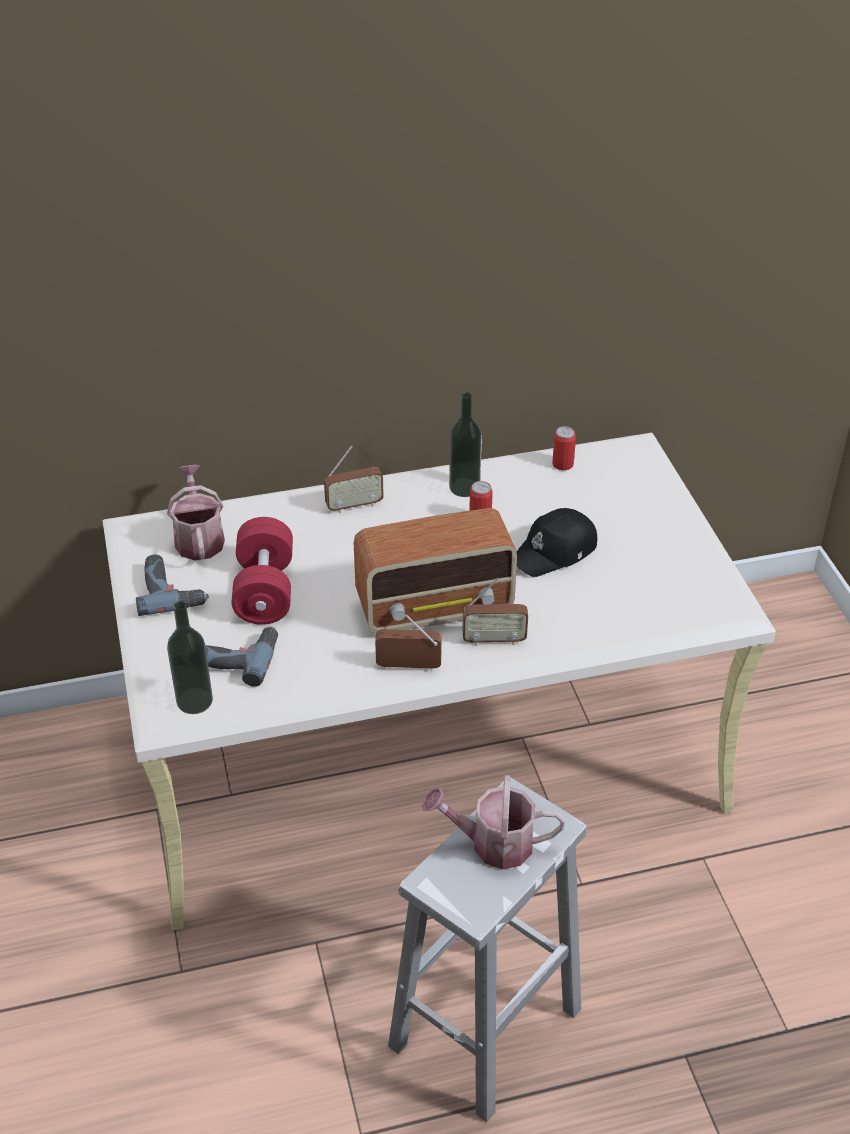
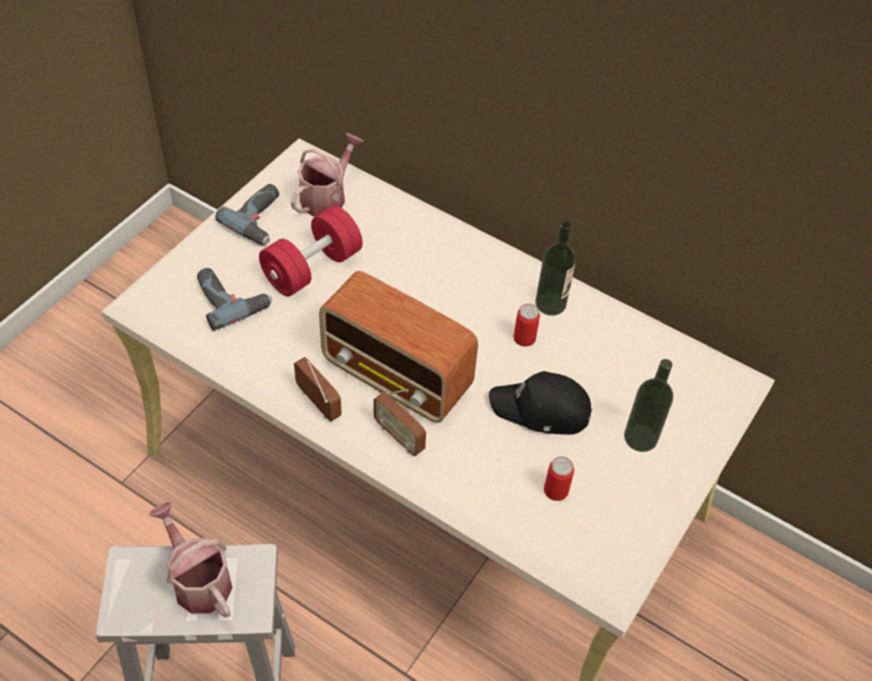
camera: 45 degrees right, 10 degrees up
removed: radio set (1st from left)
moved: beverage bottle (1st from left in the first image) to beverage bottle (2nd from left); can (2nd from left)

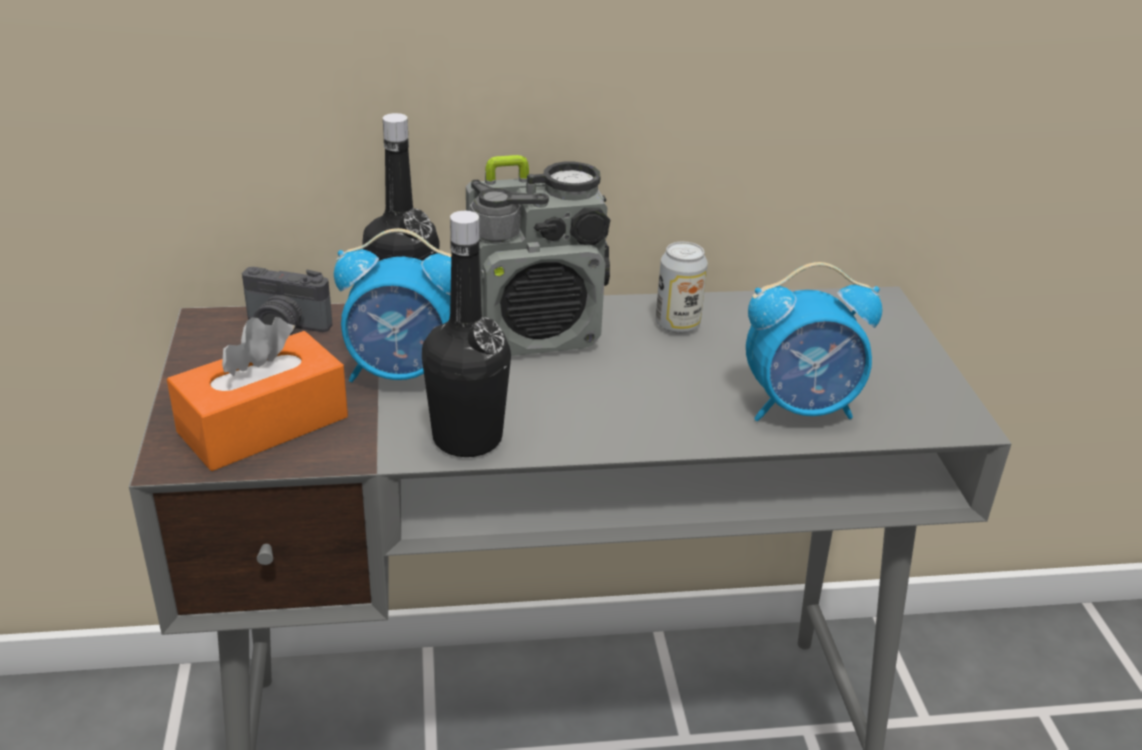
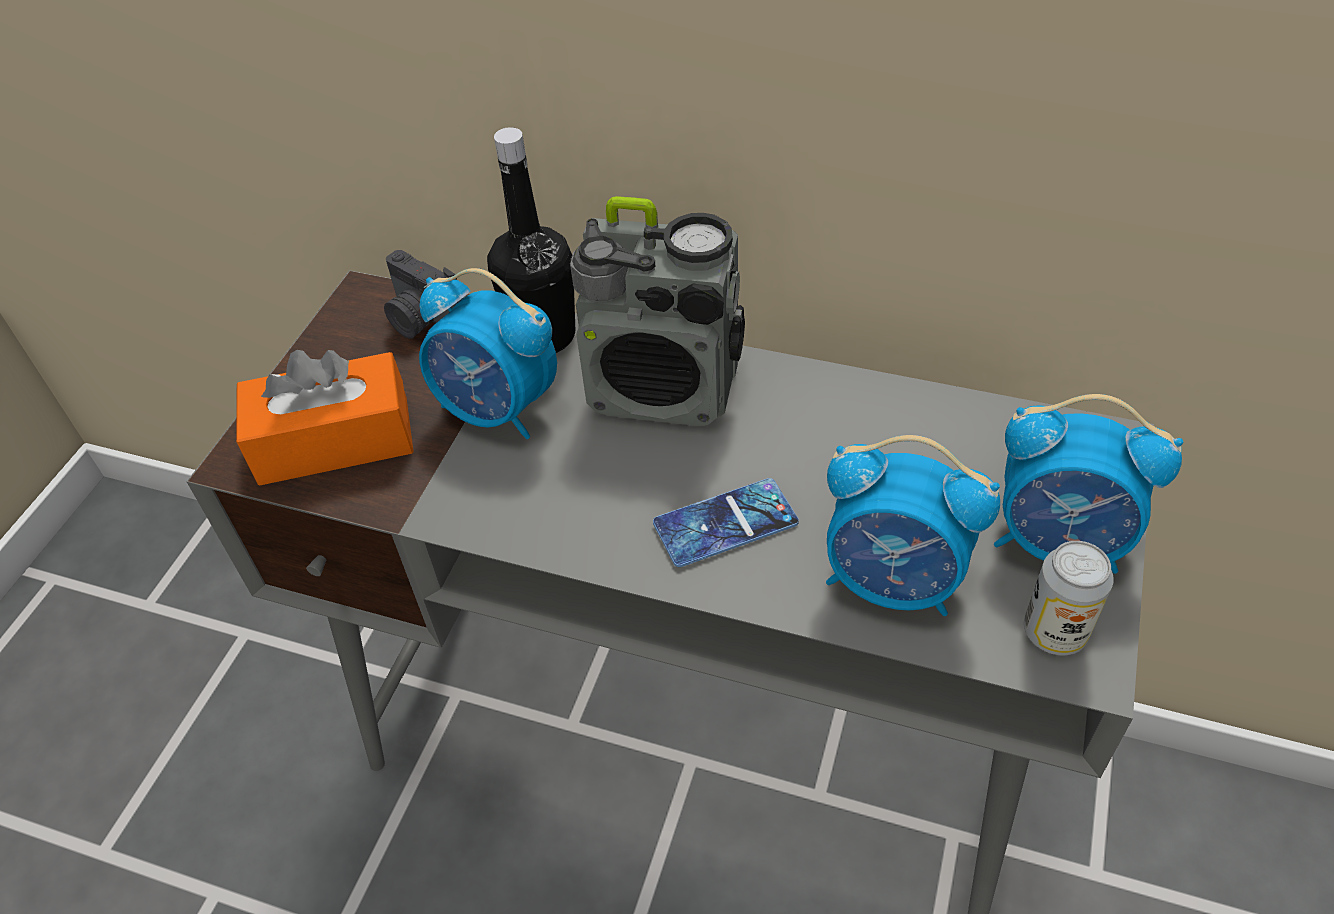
camera: 30 degrees right, 15 degrees up
removed: blackish beverage bottle (2nd from left)
added: phone; alarm clock (3rd from left)
moved: can

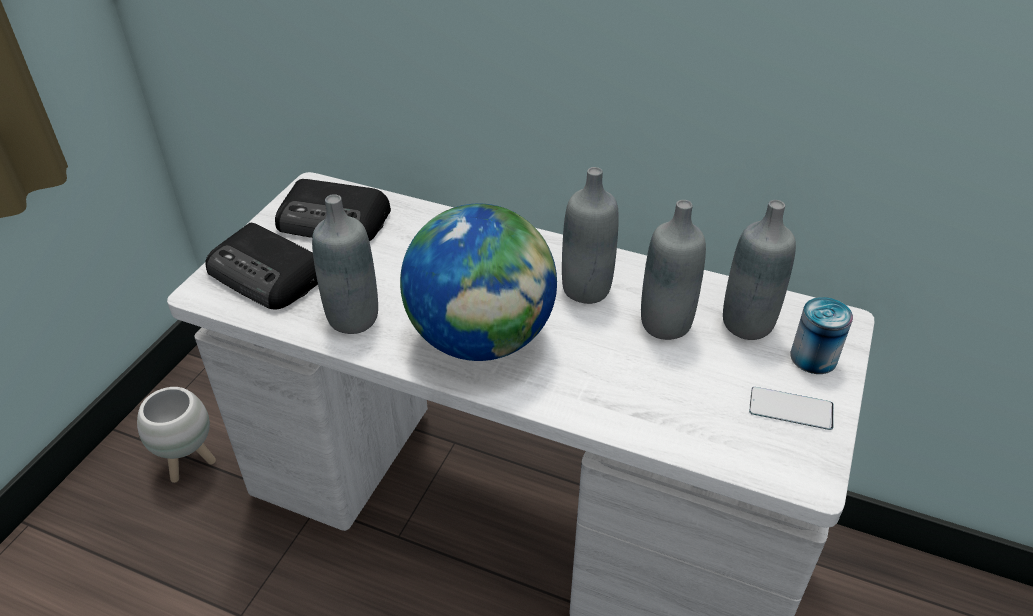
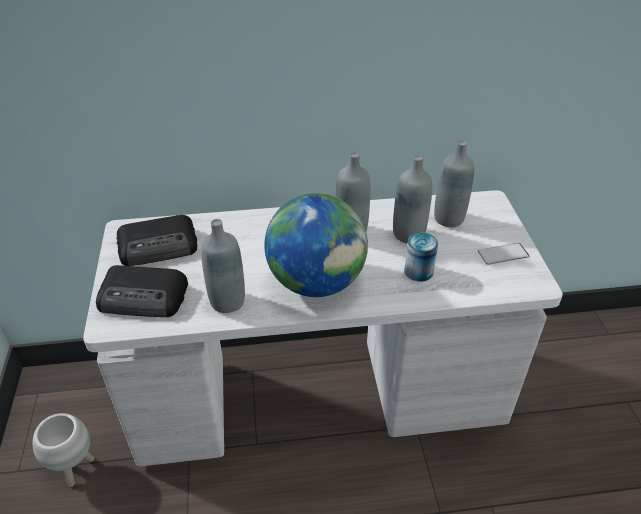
camera: 30 degrees left, 0 degrees up
moved: can

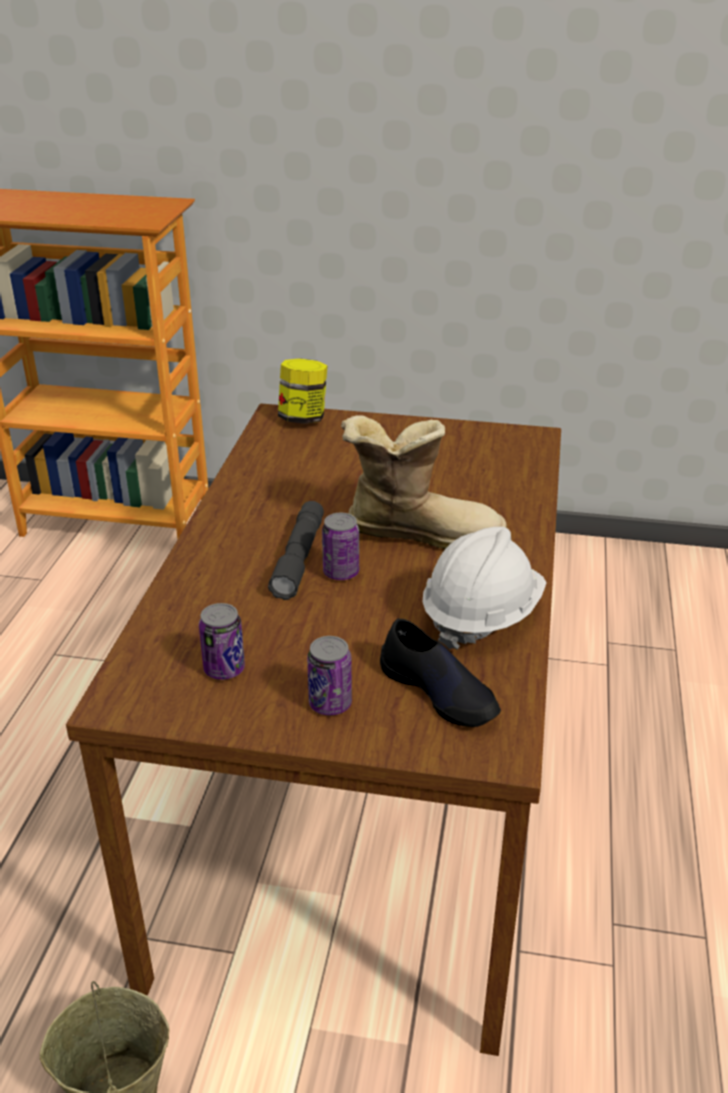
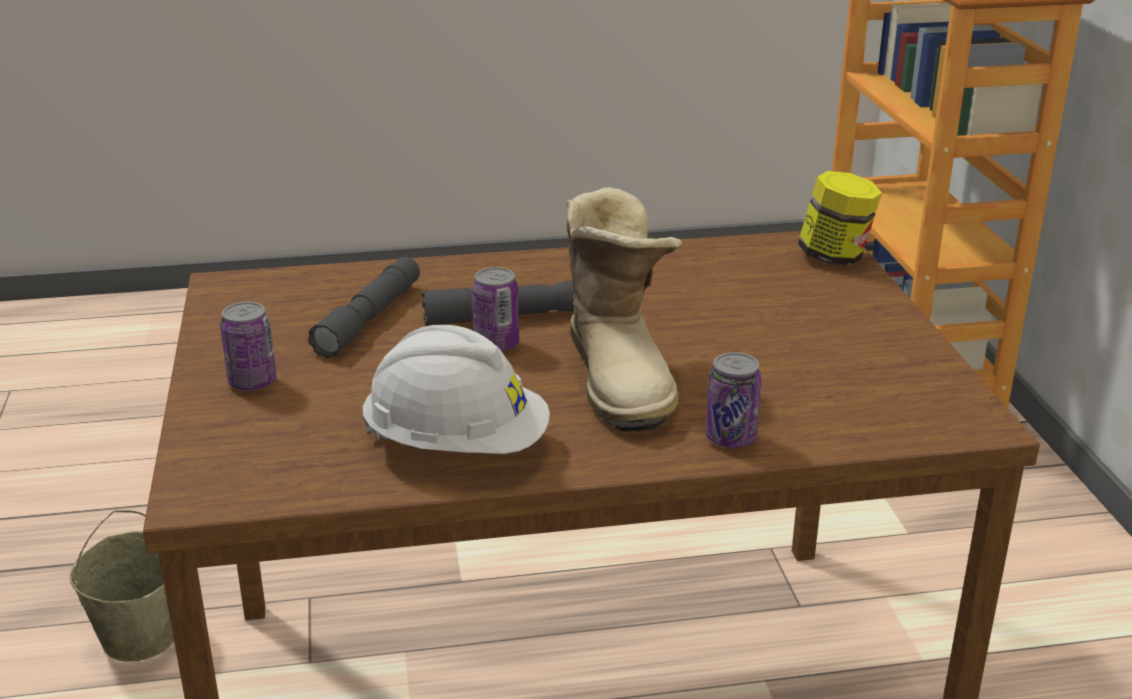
camera: 70 degrees right, 5 degrees down
removed: blackish item of footwear
added: greyish hand torch (1st from left)
moved: can (1st from left in the first image) to can (3rd from left)

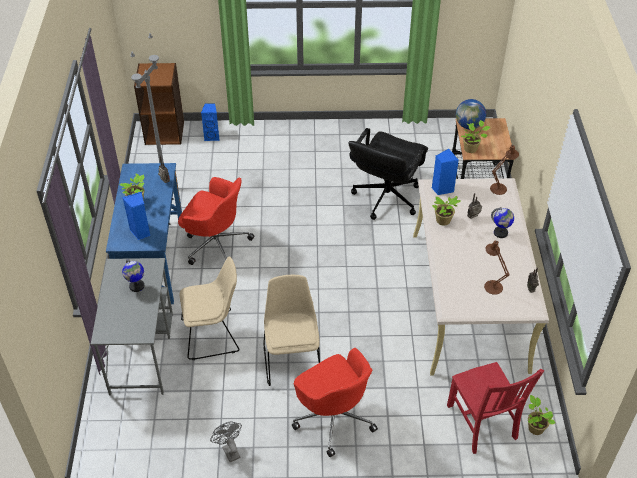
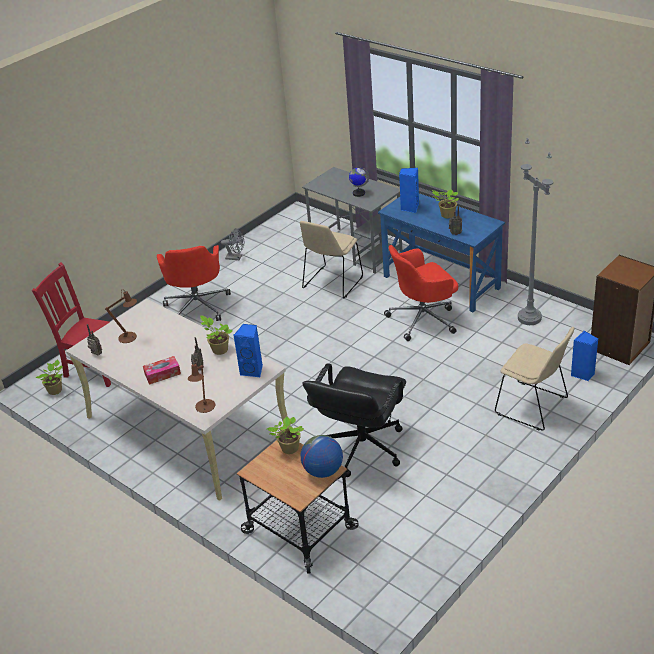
camera: 135 degrees right, 10 degrees down
moved: sand-coloured upright chair (2nd from left)
replaced: desk globe (3rd from left) to tissue box
turned: red computer chair (2nd from left in the first image) 105 degrees counterclockwise; blackish computer chair 135 degrees counterclockwise

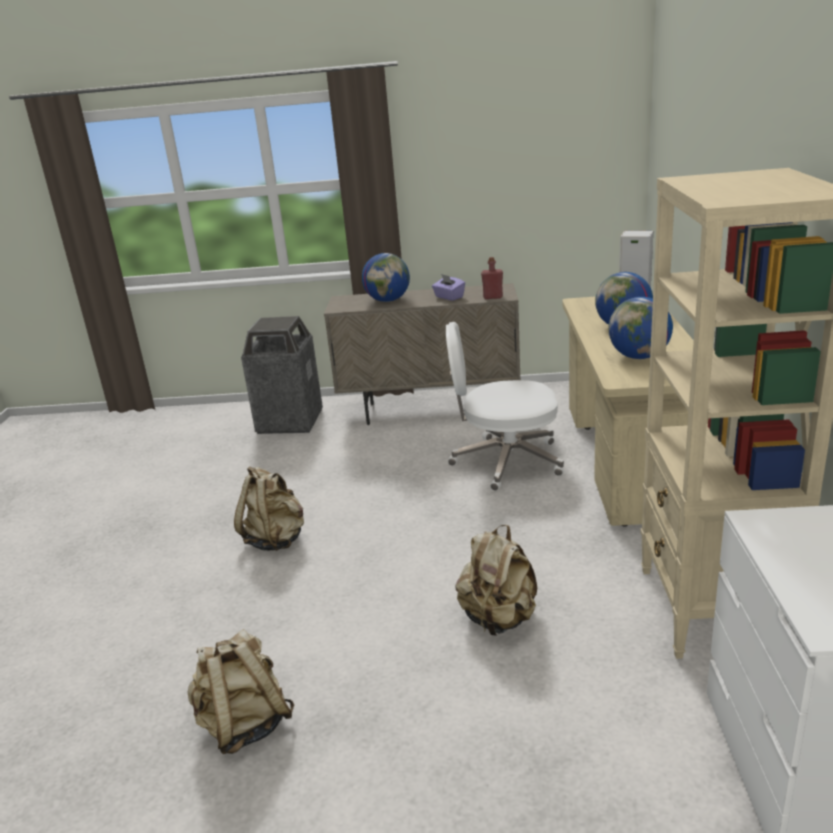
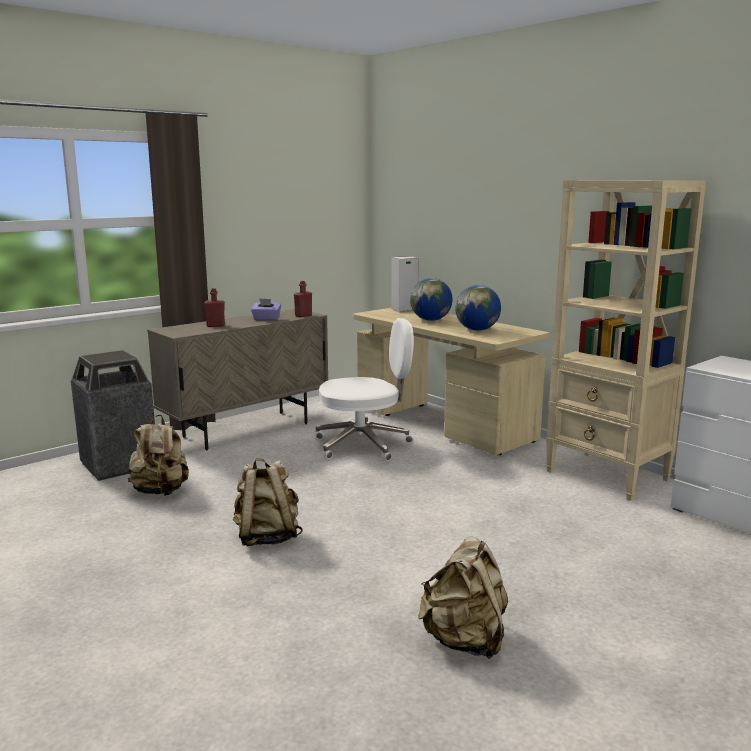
camera: 45 degrees left, 10 degrees down
moved: sand-coloured rucksack (3rd from left in the first image) to sand-coloured rucksack (1st from left)
replaced: desk globe (1st from left) to red beverage bottle (1st from left)
turned: whitish computer chair 150 degrees counterclockwise

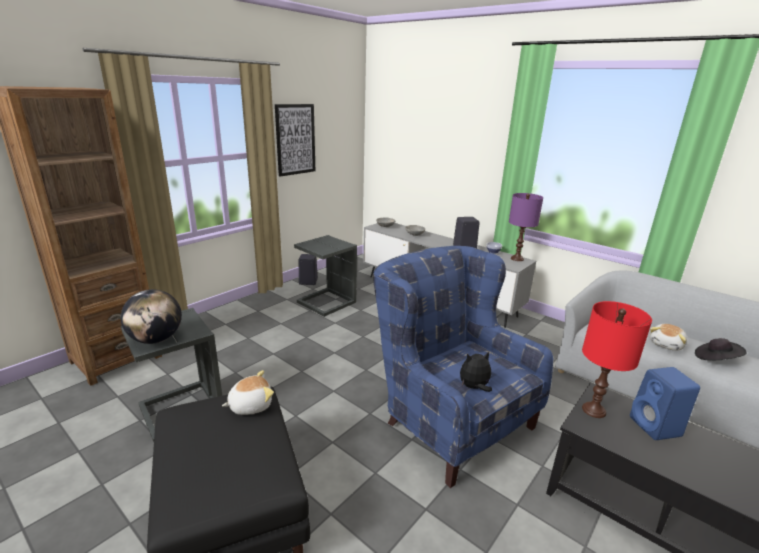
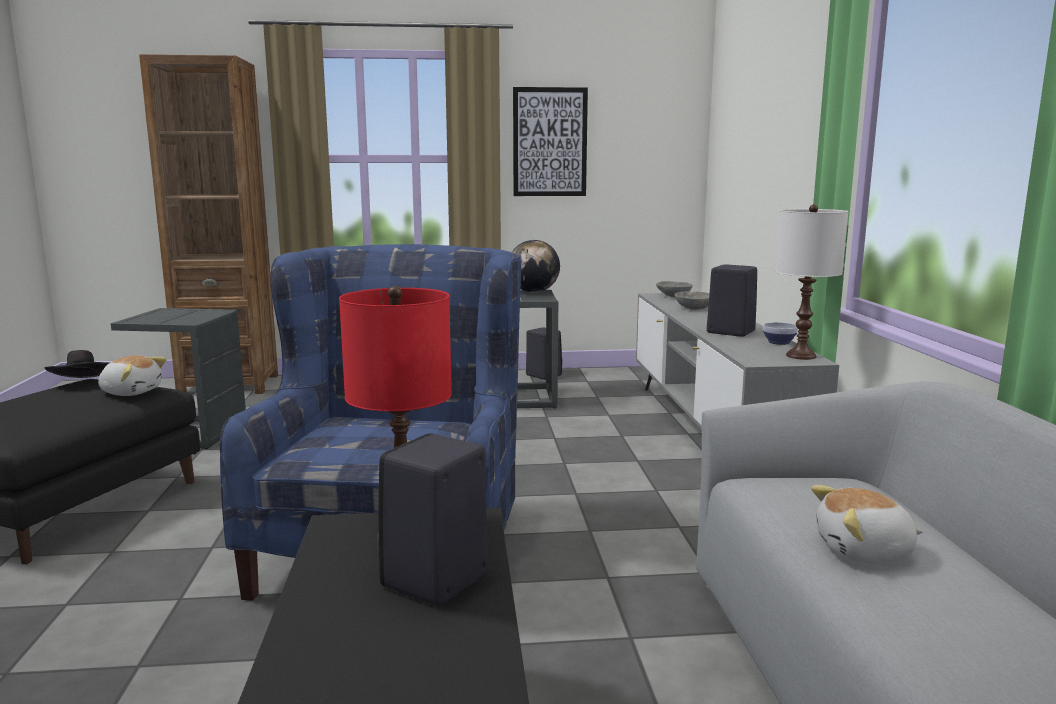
camera: 45 degrees right, 10 degrees down
removed: soft toy (2nd from left)
moved: desk globe; blackish hat
recoloured: purple lamp for a table to whitish lamp for a table; blue-coloured loudspeaker to blackish loudspeaker (1st from left)

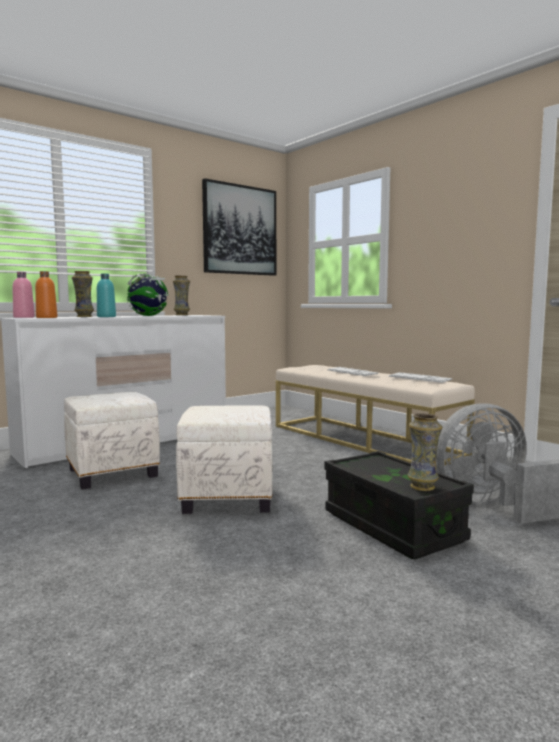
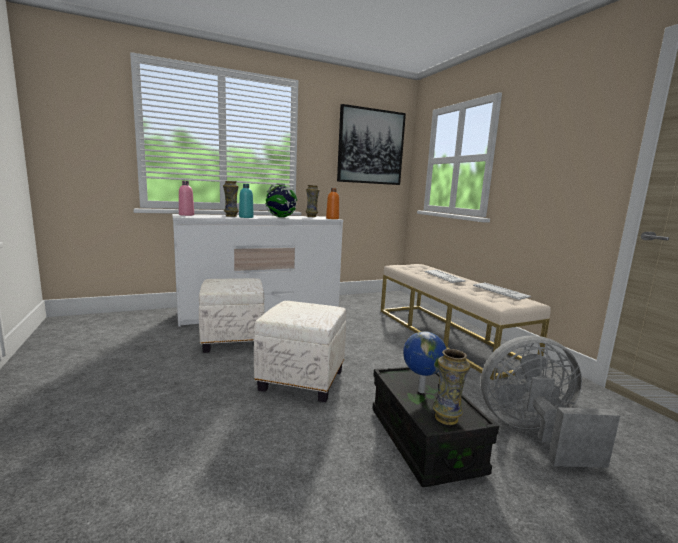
camera: 15 degrees right, 5 degrees up
added: desk globe (2nd from left)
moved: orange beverage bottle

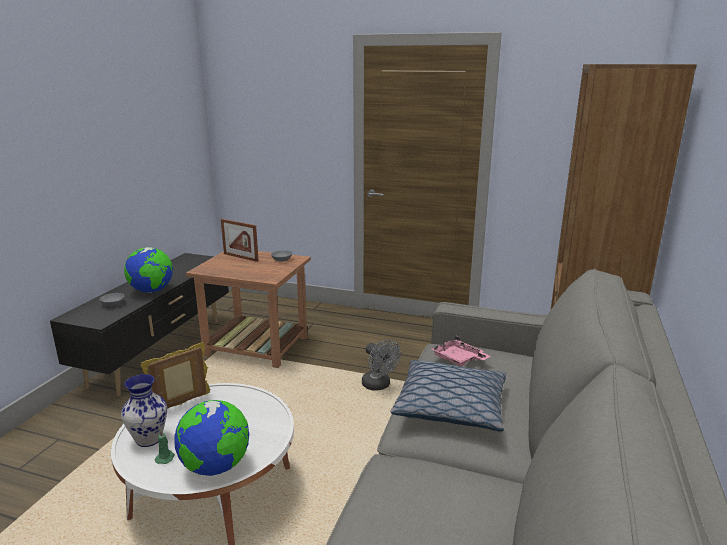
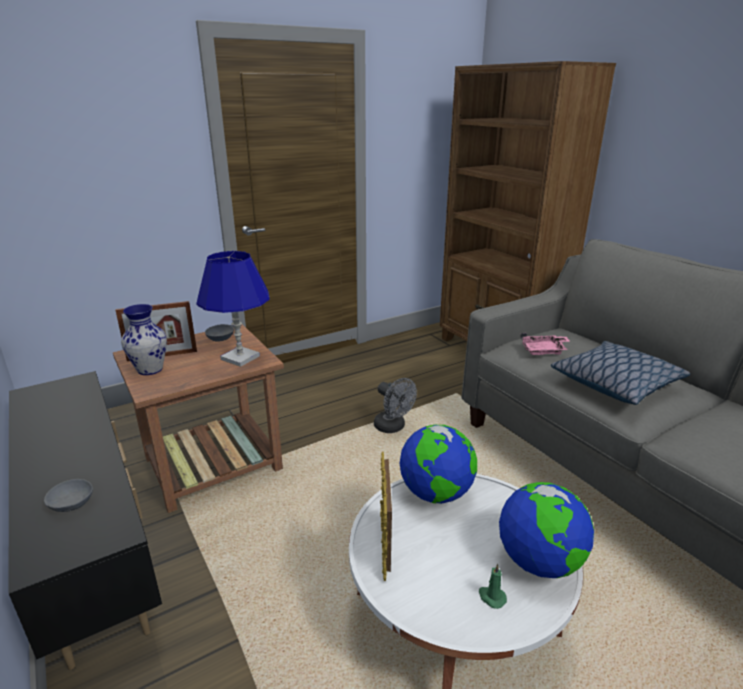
camera: 50 degrees left, 5 degrees up
added: blue-coloured lamp for a table
moved: vase; desk globe (1st from left)
turned: greyish cooling fan 45 degrees clockwise

